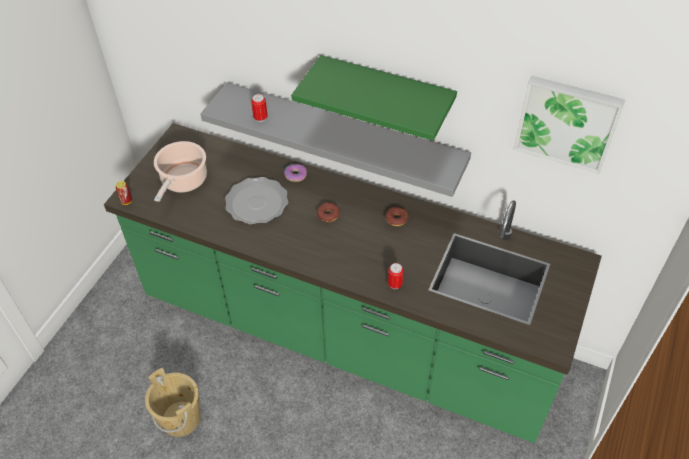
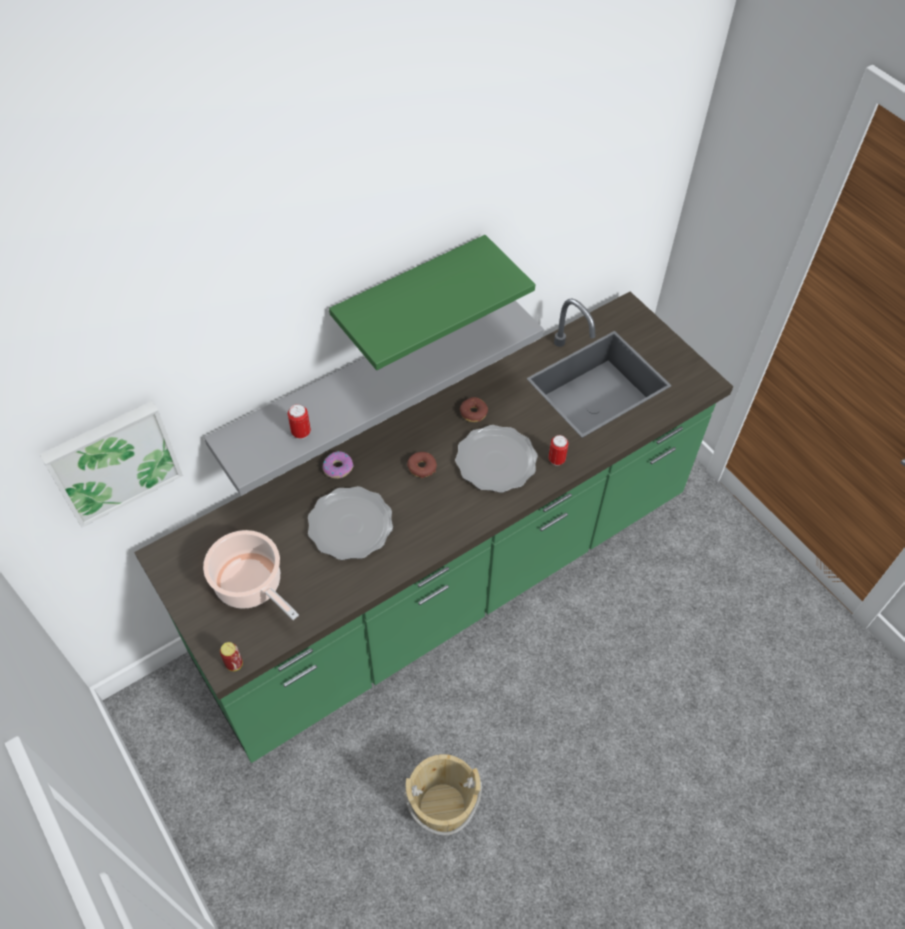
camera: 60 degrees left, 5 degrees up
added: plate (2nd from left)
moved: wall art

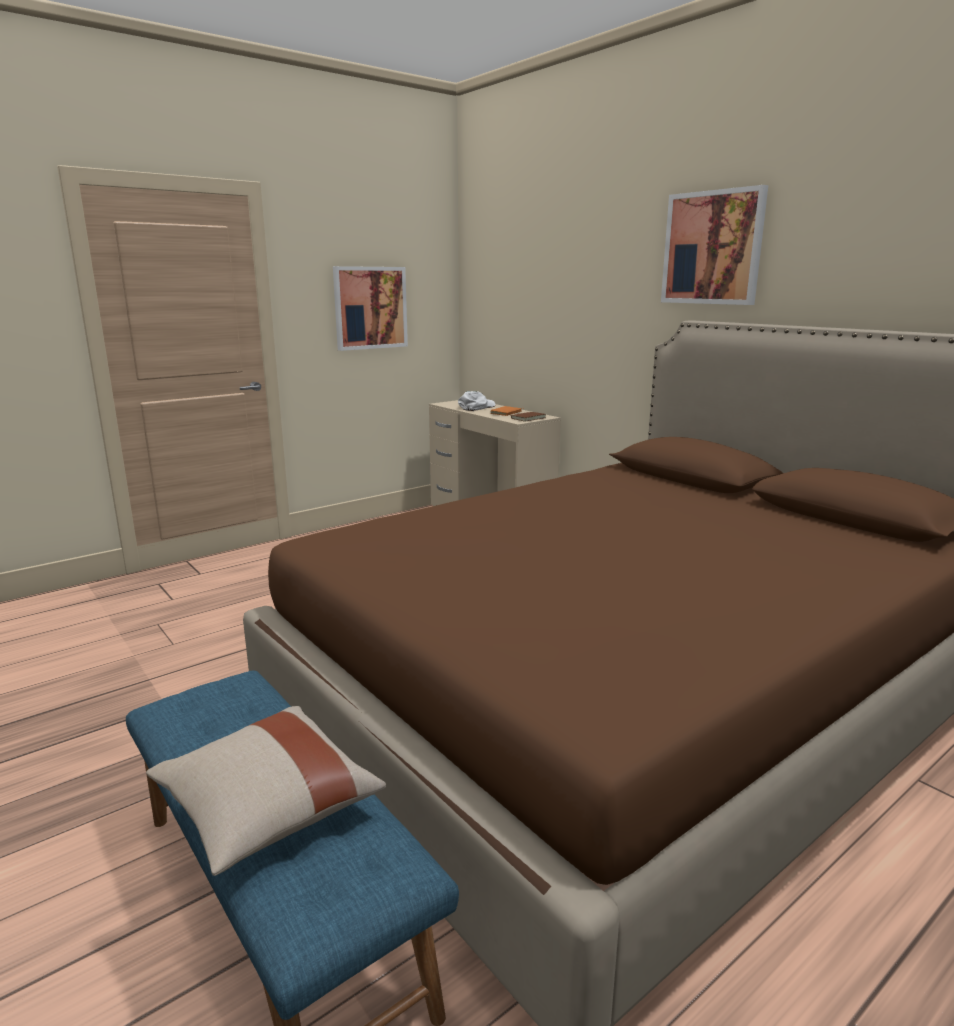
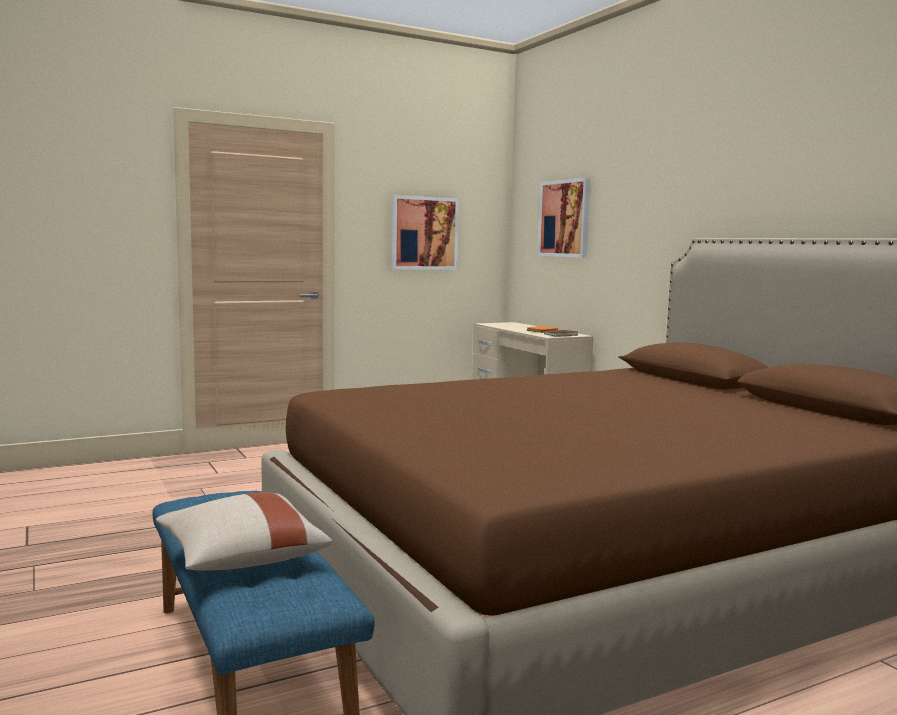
camera: 10 degrees right, 10 degrees down
removed: whitish baseball cap
moved: wall art (2nd from left)

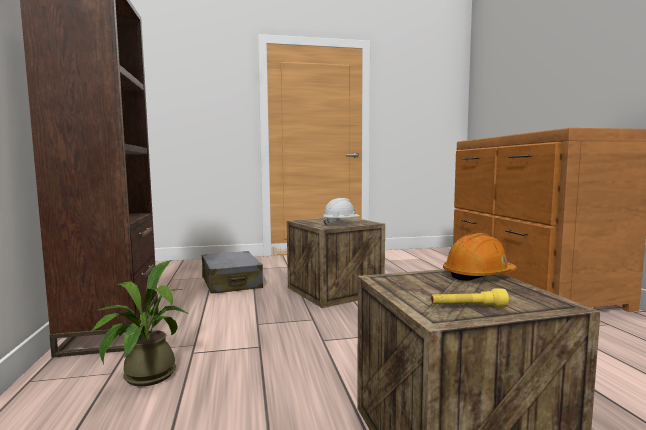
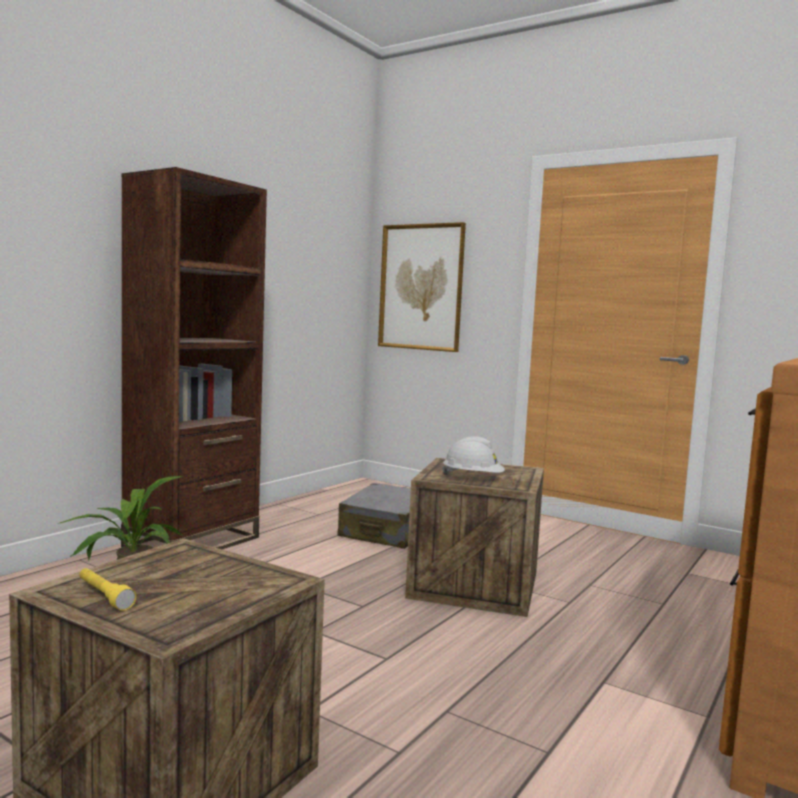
camera: 45 degrees right, 0 degrees up
removed: orange safety helmet
added: wall art

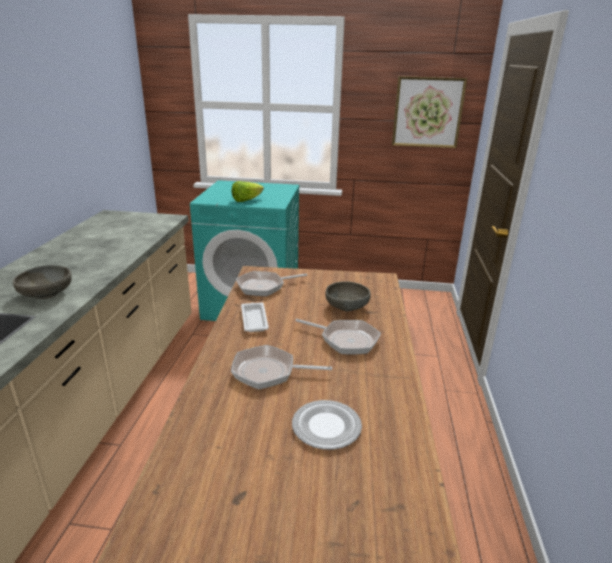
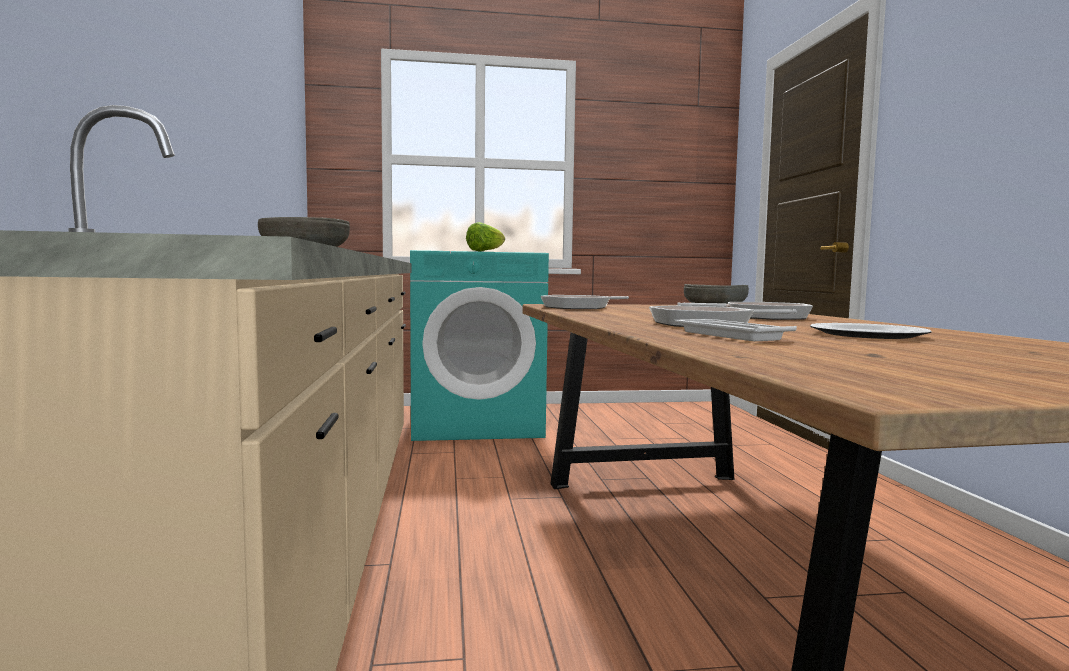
camera: 15 degrees left, 20 degrees down
removed: wall art
moved: whitish carrying tray

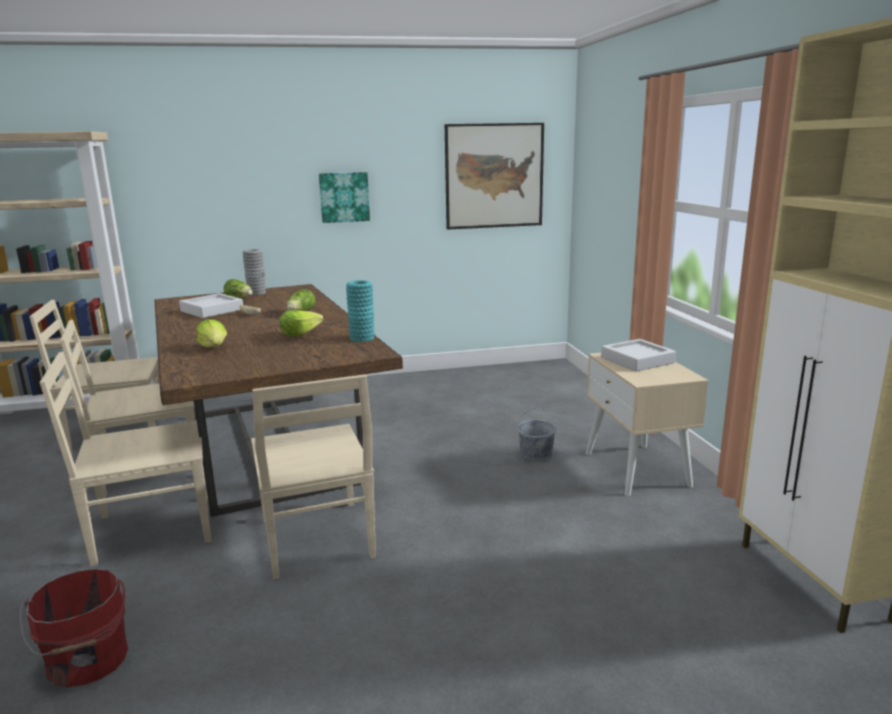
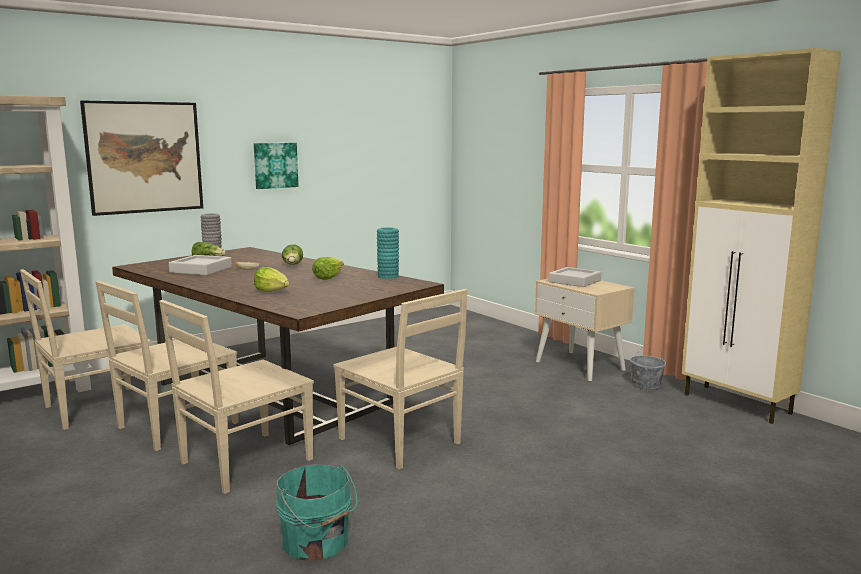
camera: 25 degrees left, 5 degrees down
moved: wall art (2nd from left in the first image) to wall art (1st from left); greyish water bucket
recoloured: red water bucket to turquoise-coloured water bucket

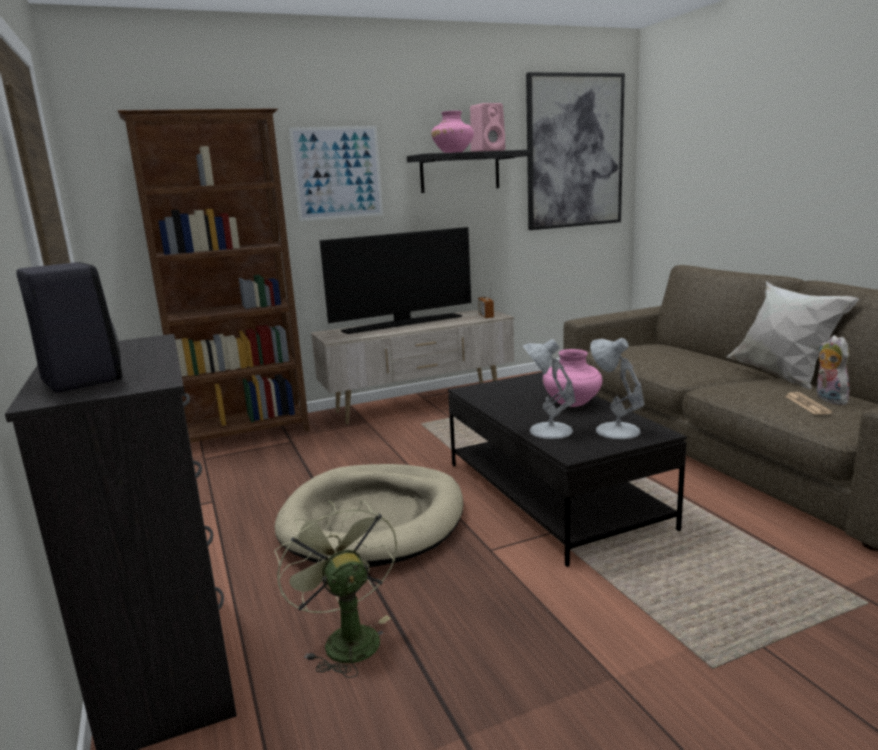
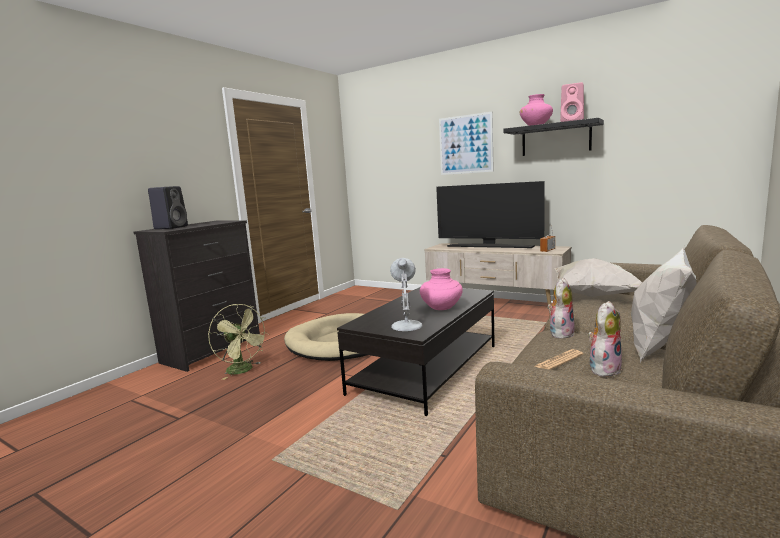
camera: 55 degrees right, 5 degrees down
removed: brownish bookcase; whitish lamp for a table (1st from left); wall art (2nd from left)
added: soft toy (1st from left); whitish pillow (1st from left)
turned: green cooling fan 105 degrees clockwise

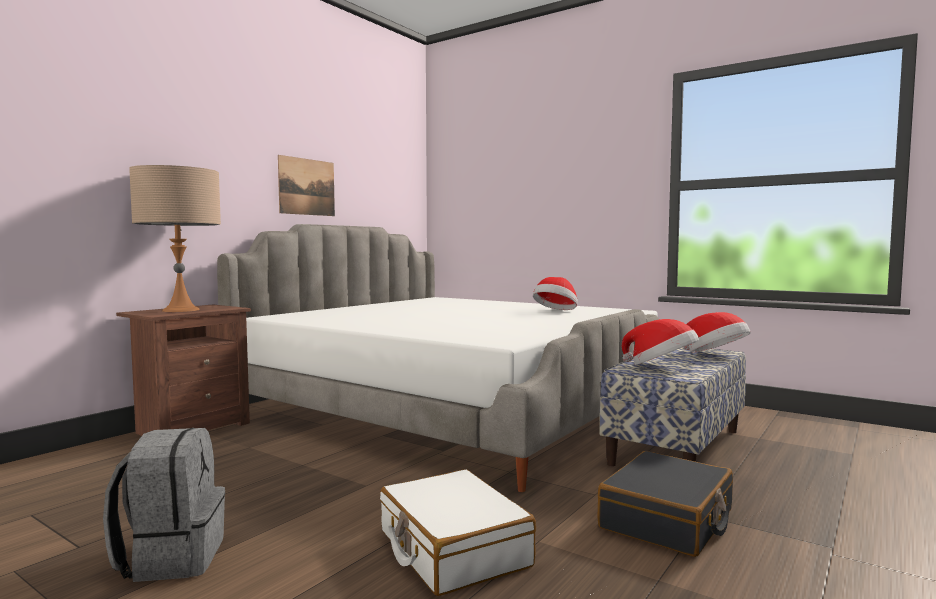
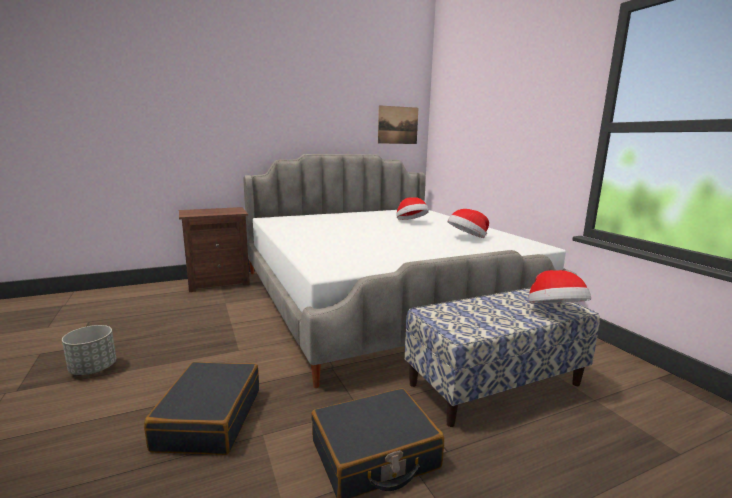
camera: 30 degrees right, 10 degrees up
removed: sand-coloured lamp for a table
moved: wall art; hat (2nd from left in the first image) to hat (1st from left)
replaced: greyish rucksack to greyish planter
recoloured: whitish travel case to blackish travel case (1st from left)

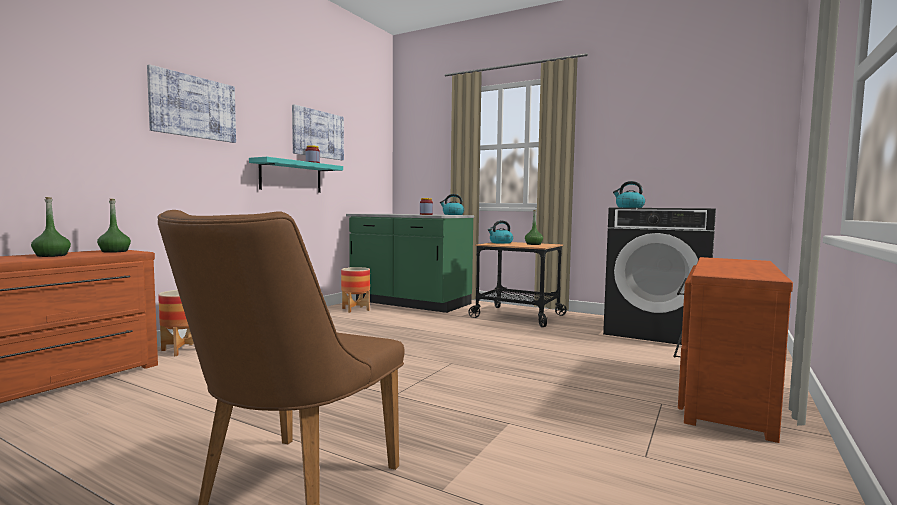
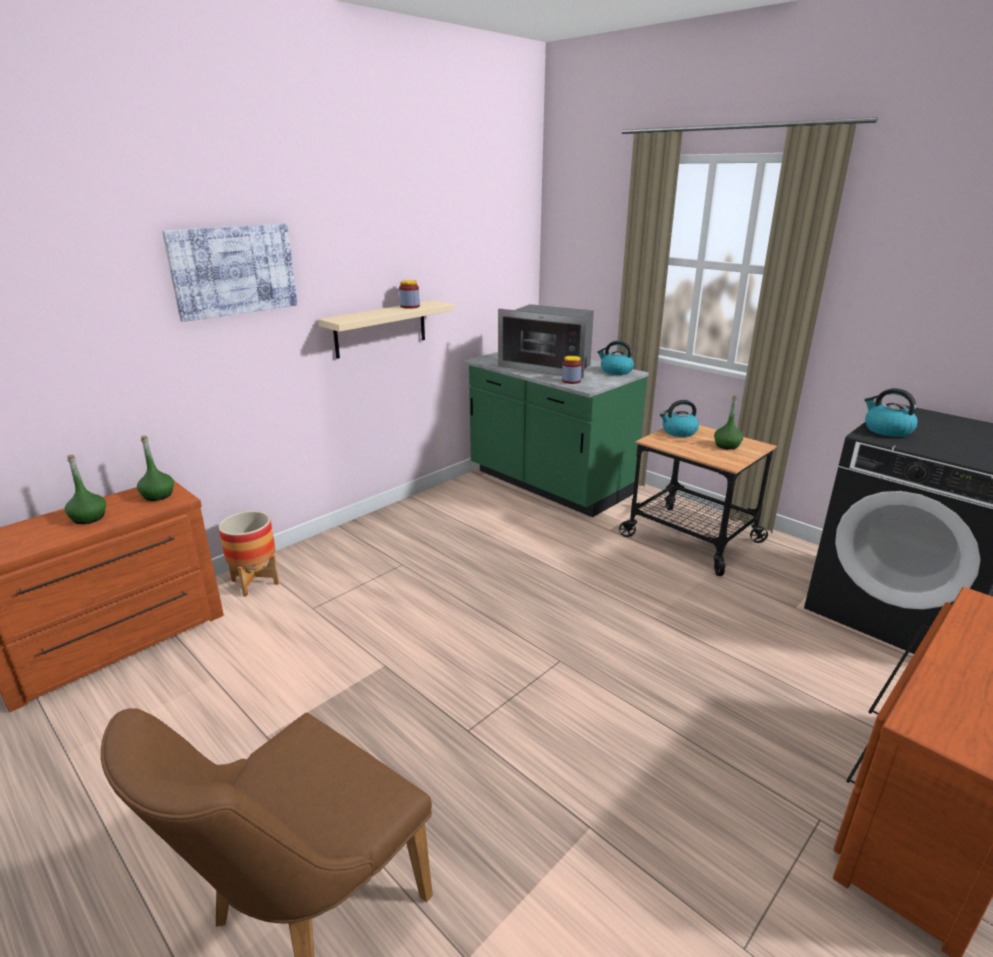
camera: 15 degrees right, 20 degrees up
removed: wall art (2nd from left); planter (2nd from left)
added: microwave
recoloured: turquoise-coloured bracket shelf to sand-coloured bracket shelf

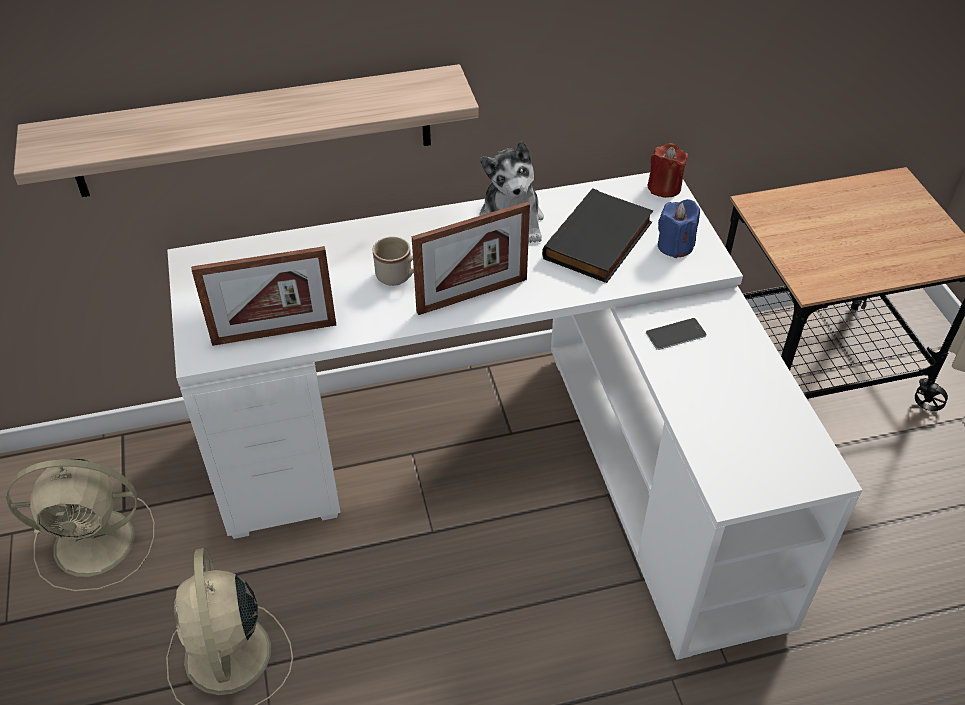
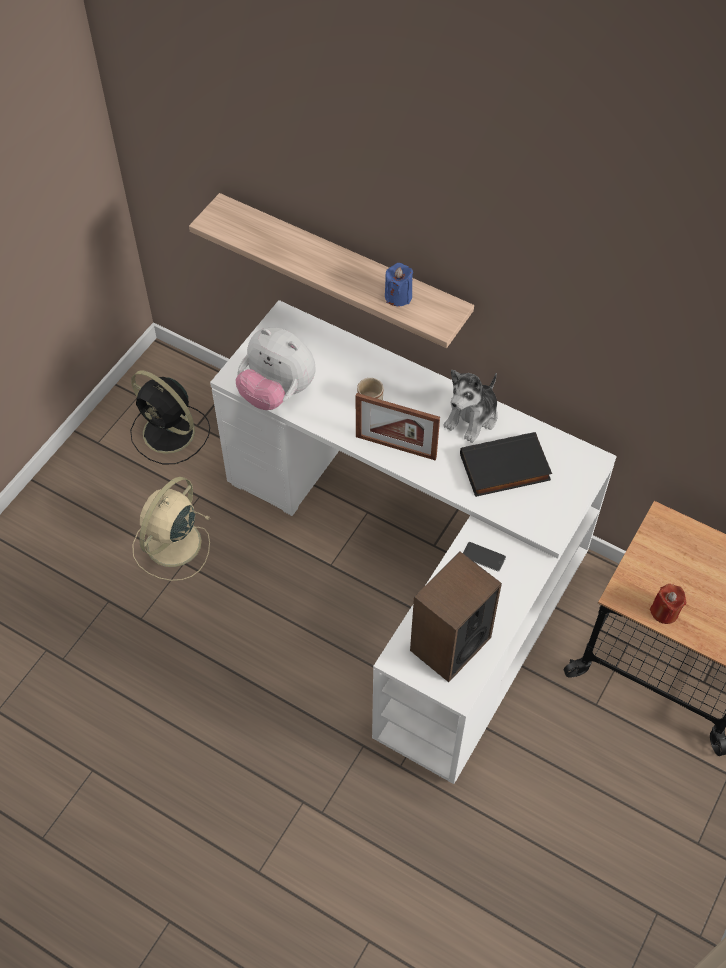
camera: 45 degrees right, 10 degrees up
added: loudspeaker
moved: red candle; blue-coloured candle
replaced: photo frame (1st from left) to soft toy (1st from left)
recoloured: sand-coloured cooling fan (1st from left) to blackish cooling fan

